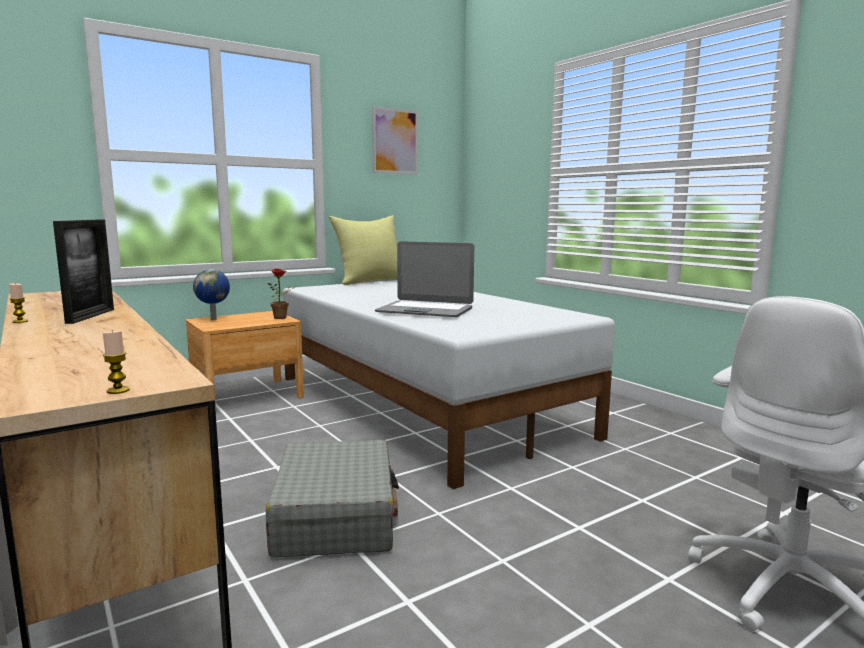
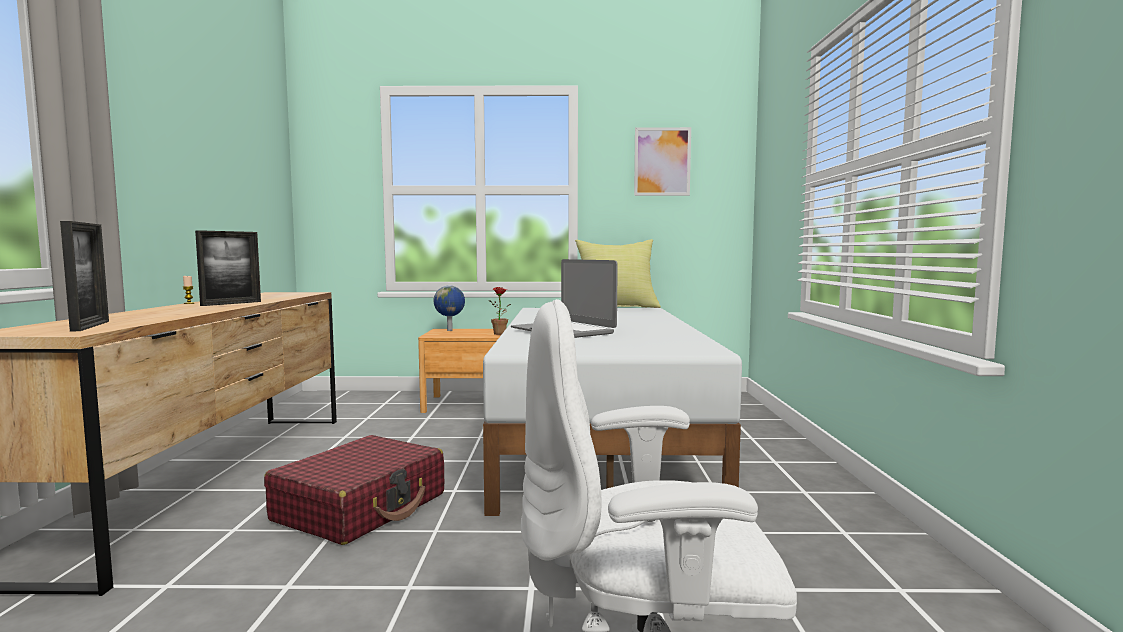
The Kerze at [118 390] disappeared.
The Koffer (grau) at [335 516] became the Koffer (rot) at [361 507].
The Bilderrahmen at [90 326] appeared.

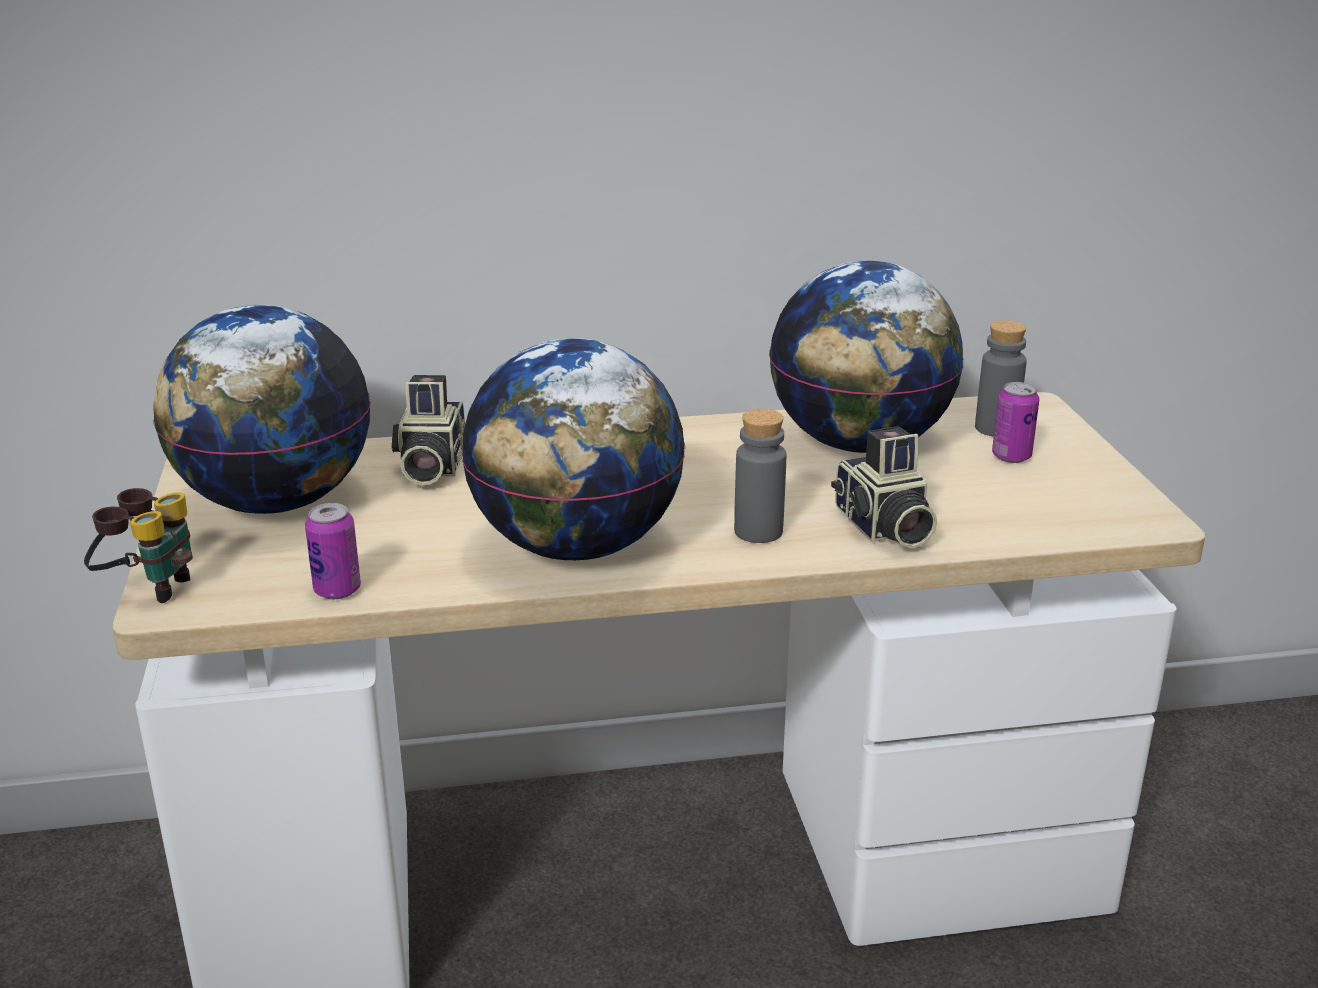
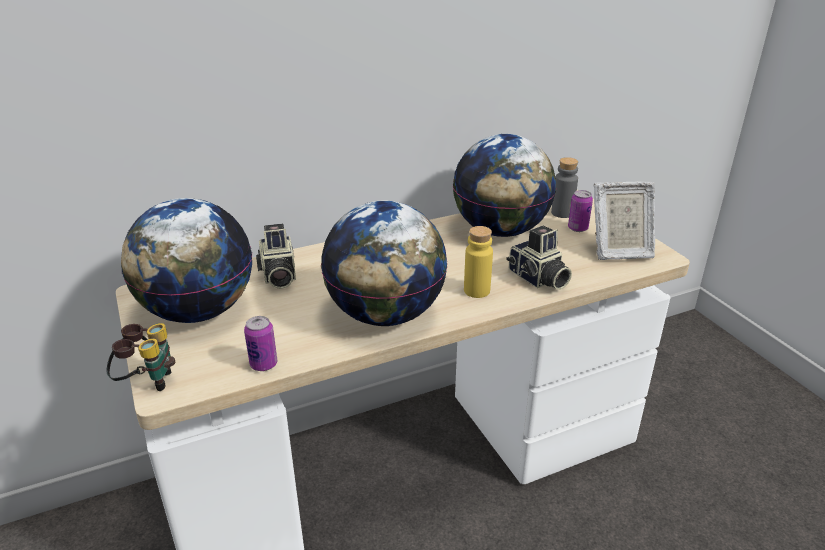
The Flasche (grau) at [758 531] became the Flasche (gelb) at [476 290].
The Bilderrahmen at [618 251] appeared.

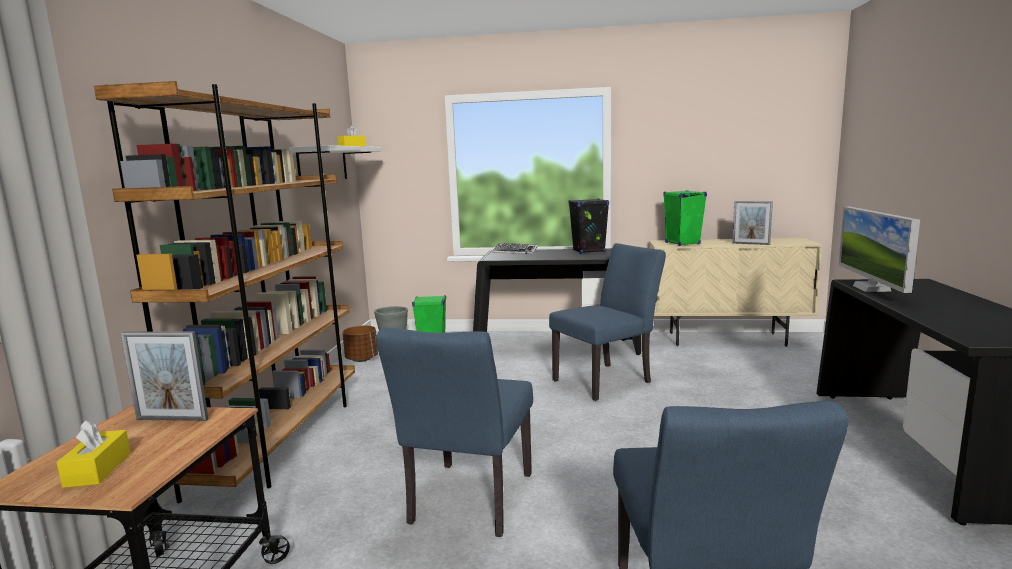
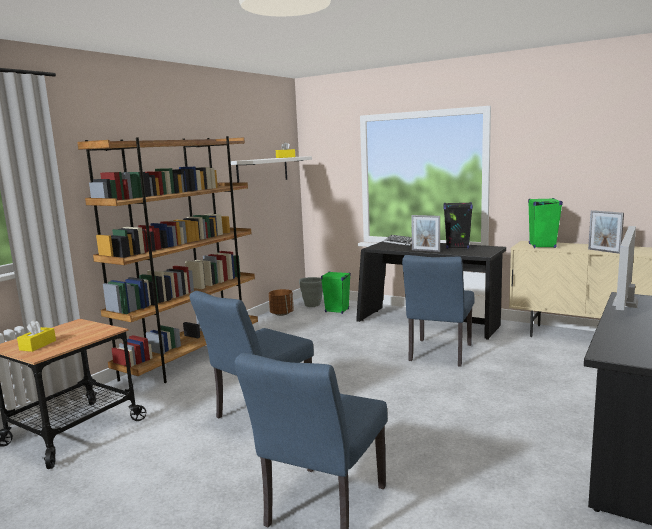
The Stuhl (blau) at [607 380] turned 120 degrees clockwise.
The Bilderrahmen moved from [172 419] to [425 250].

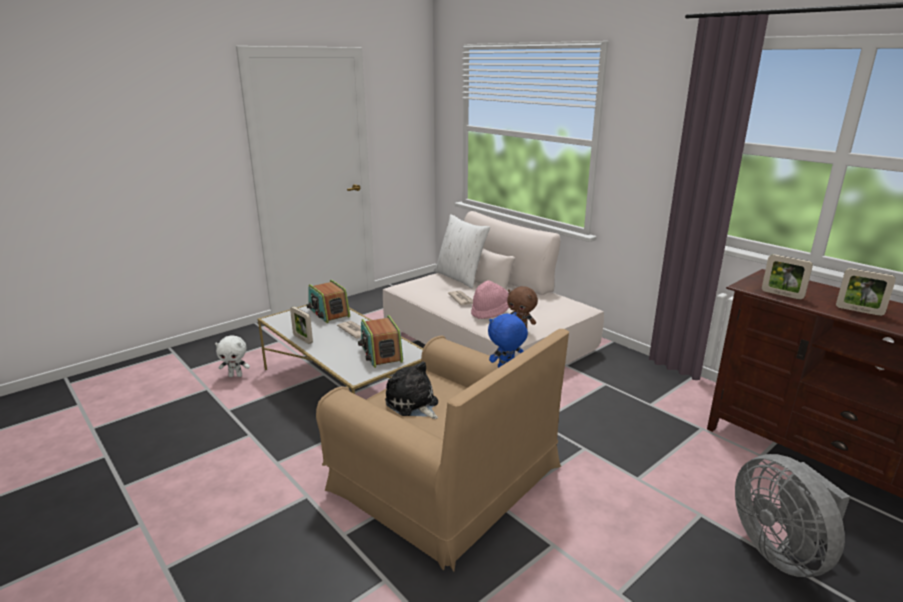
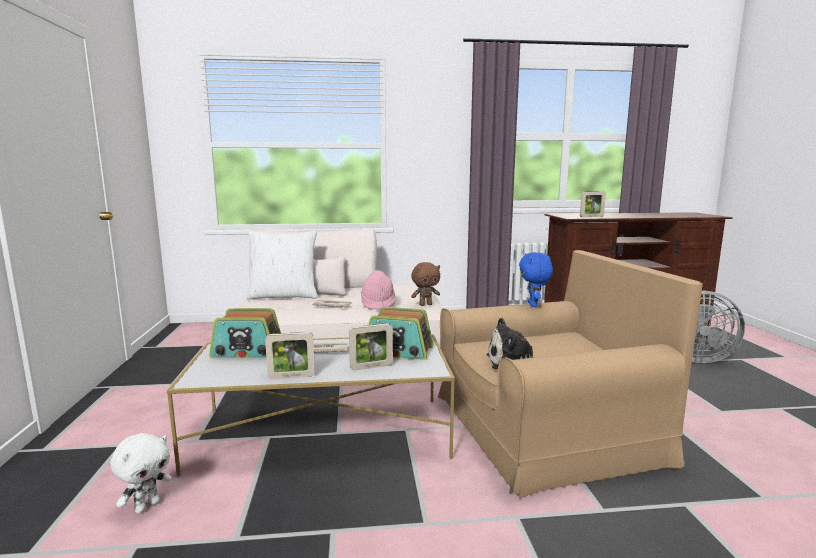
The Bilderrahmen moved from [859 311] to [371 367].

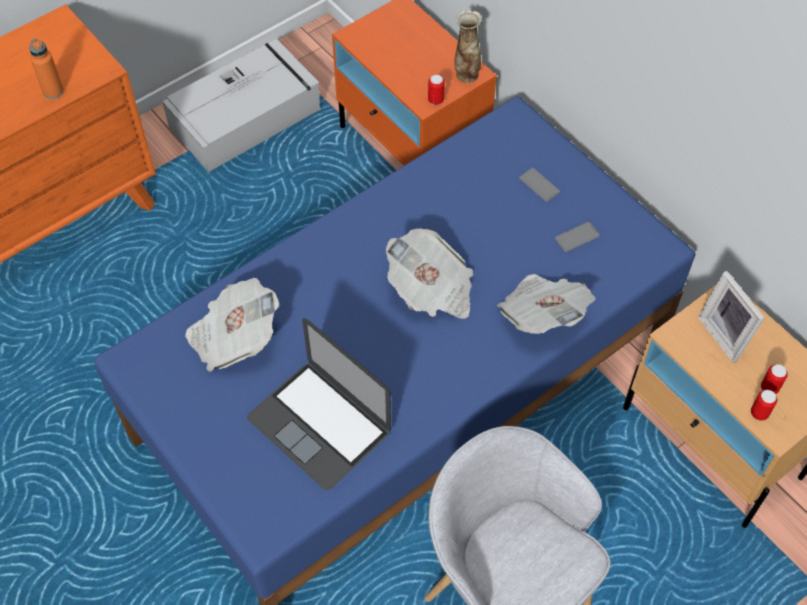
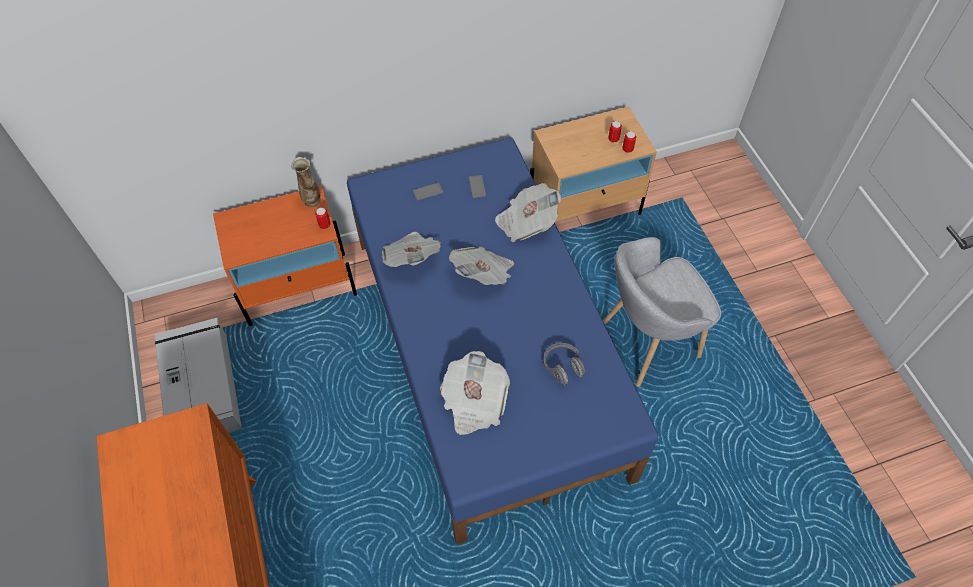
The Flasche (orange) at [53 91] disappeared.
The Bilderrahmen at [726 334] disappeared.
The Laptop at [319 424] was replaced by the Kopfhörer (grau) at [563 368].
The Zeitung at [412 258] appeared.

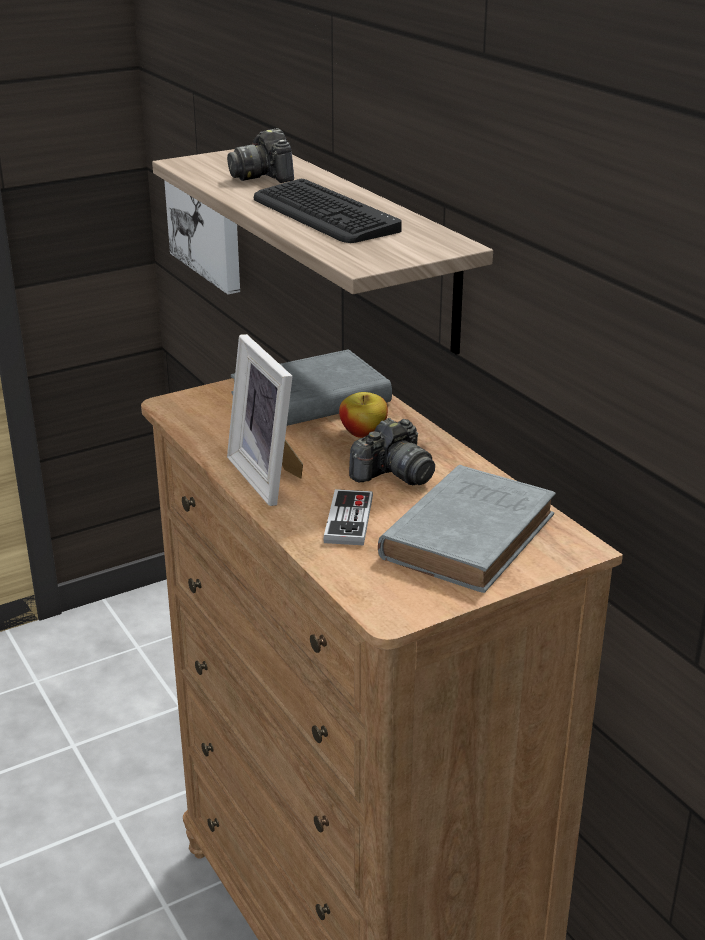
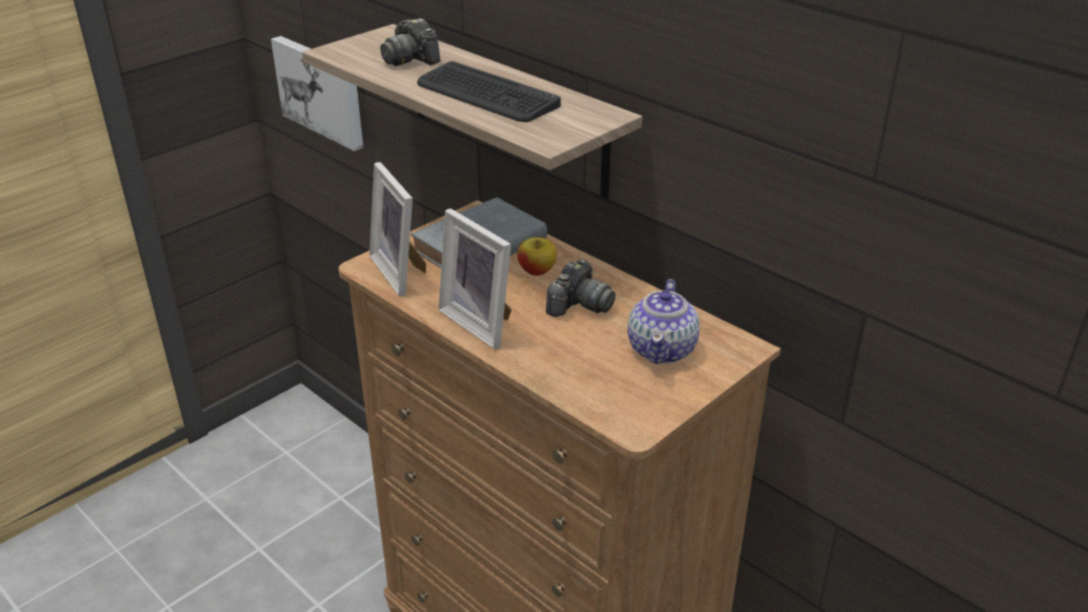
The Buch (grau) at [470 534] was replaced by the Teekanne at [662 349].
The Gamepad at [349 520] disappeared.
The Bilderrahmen at [402 271] appeared.

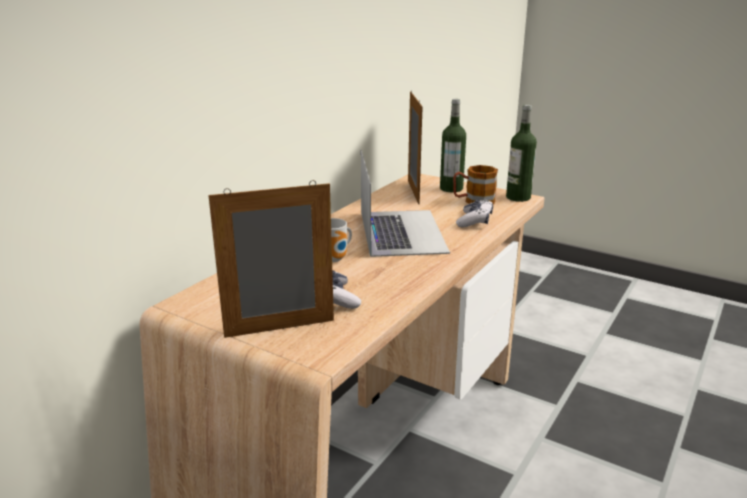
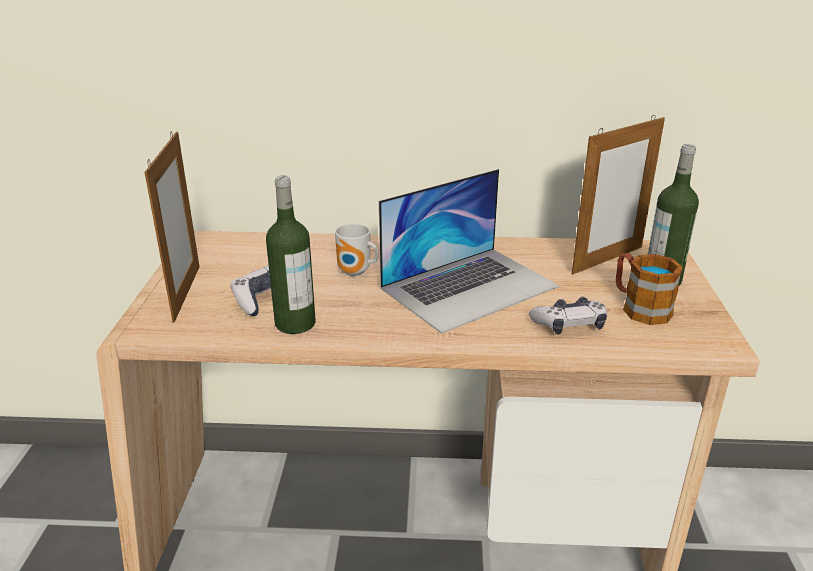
The Flasche moved from [518 197] to [295 323].
The Bilderrahmen at [280 328] turned 45 degrees clockwise.

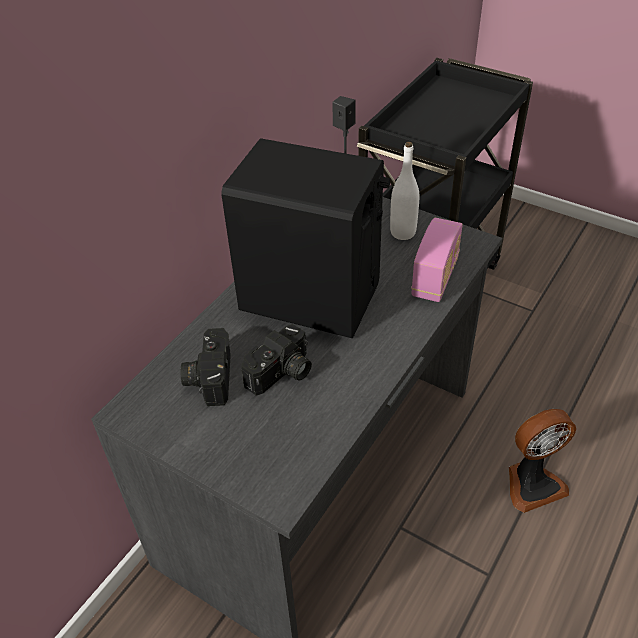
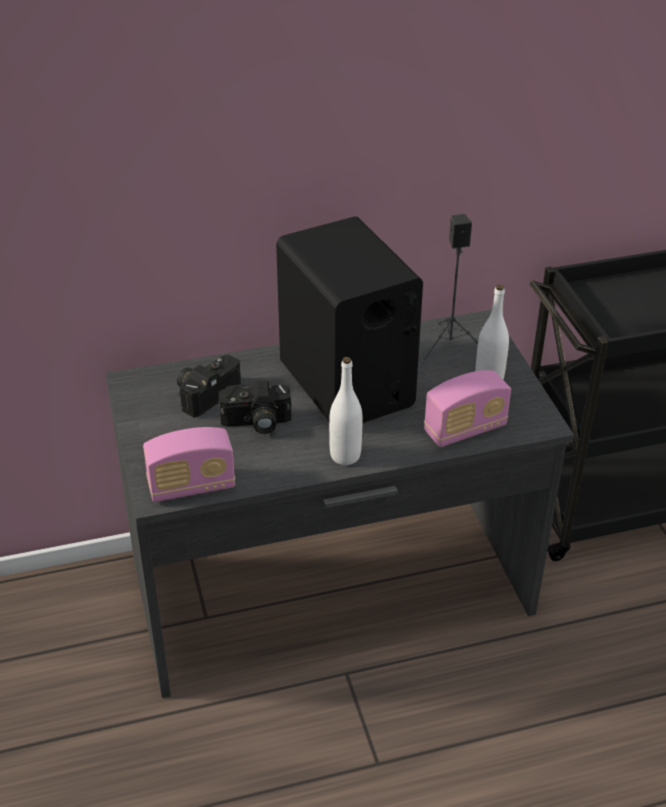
The Ventilator at [532 483] disappeared.
The Flasche (weiß) at [345 456] appeared.
The Radio at [191 486] appeared.

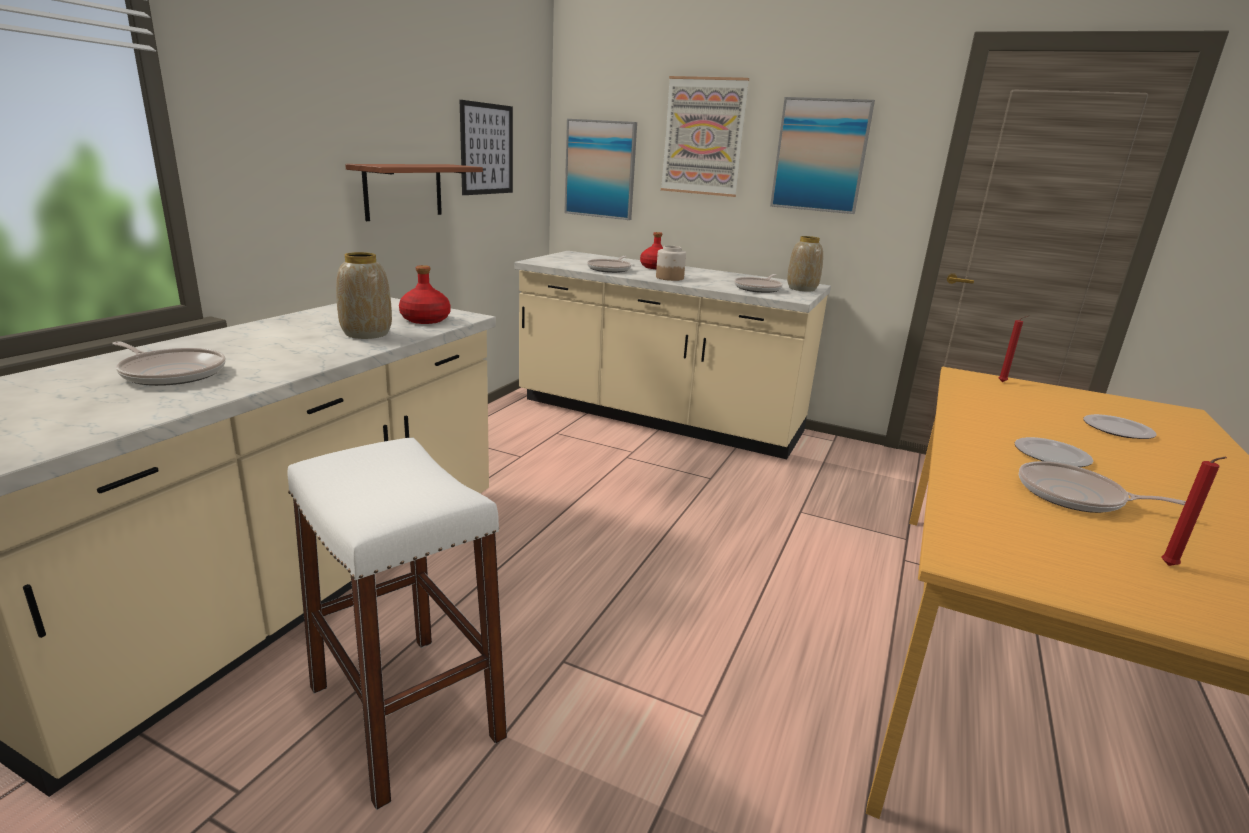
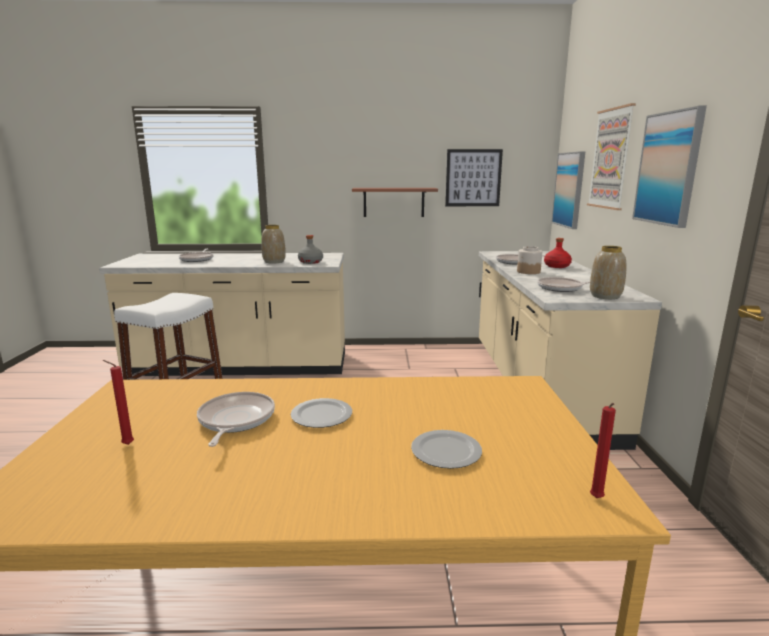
The Flasche (rot) at [425 320] became the Flasche (grau) at [310 262].
The Kerze (rot) moved from [1003 382] to [596 499].

